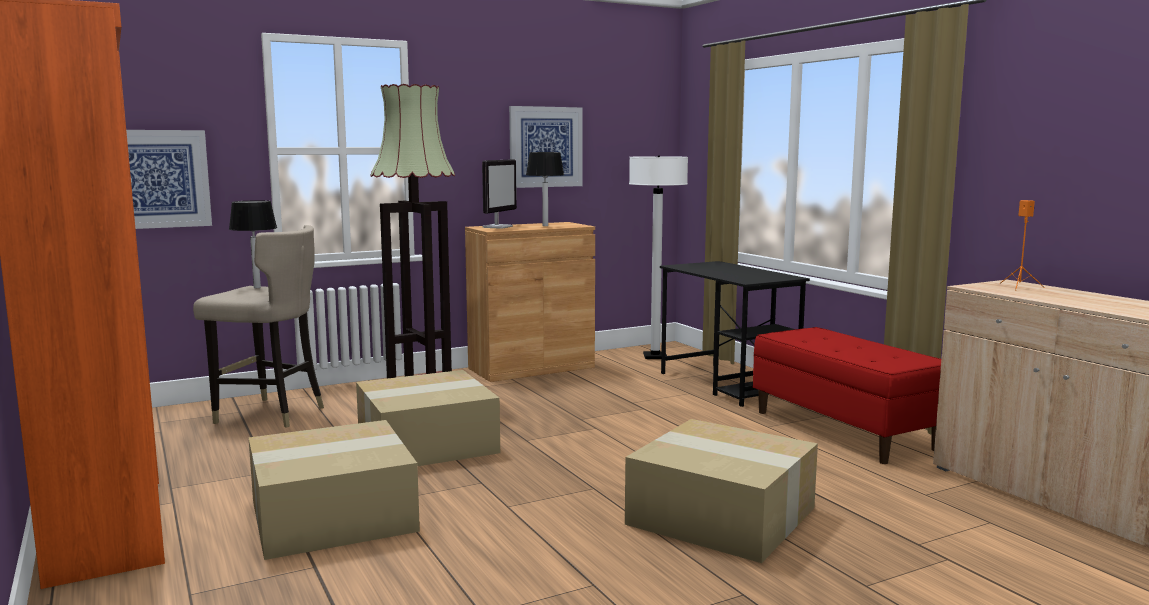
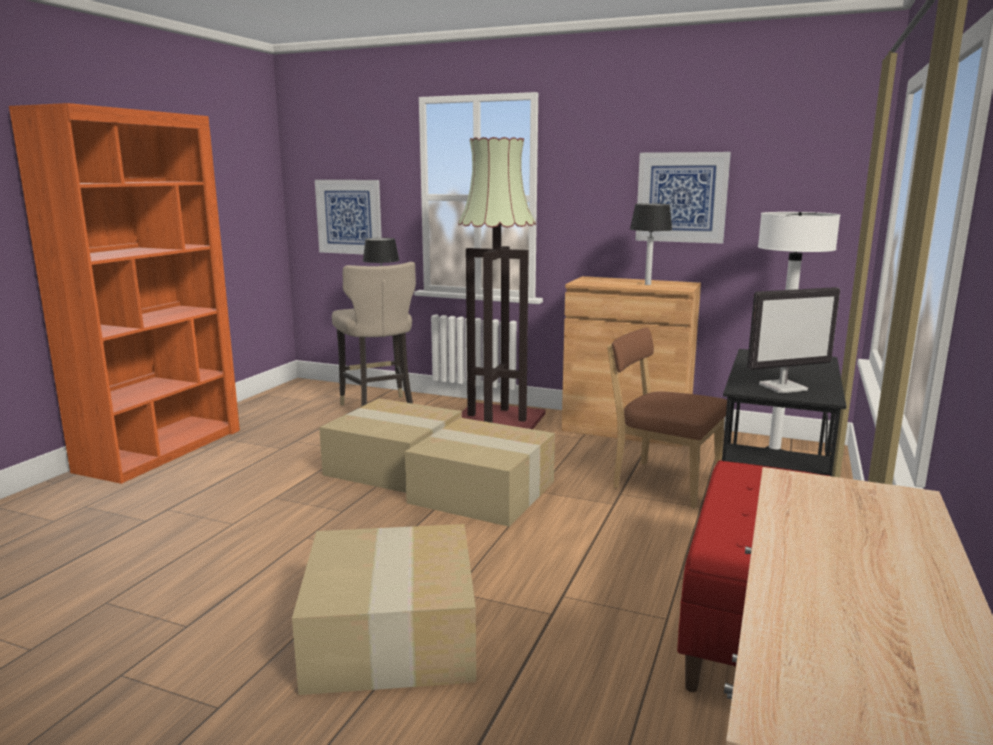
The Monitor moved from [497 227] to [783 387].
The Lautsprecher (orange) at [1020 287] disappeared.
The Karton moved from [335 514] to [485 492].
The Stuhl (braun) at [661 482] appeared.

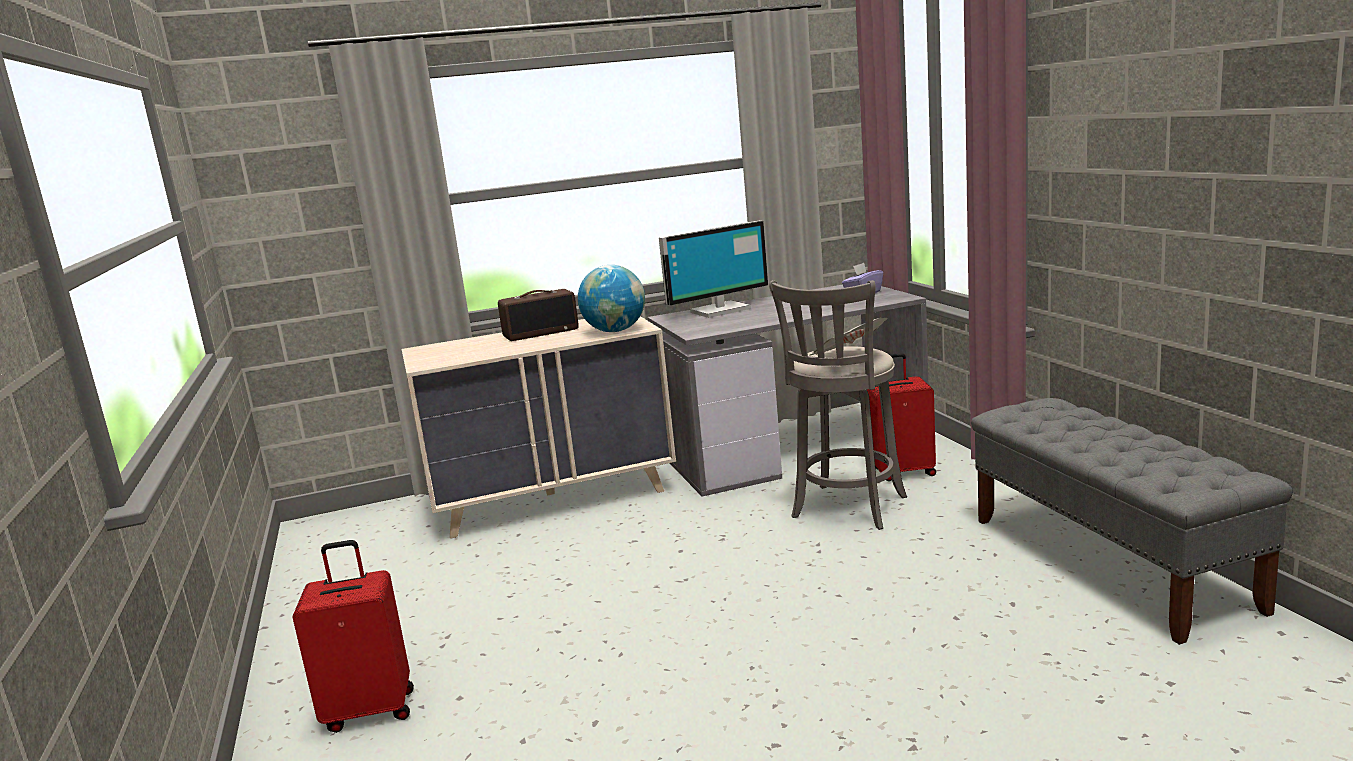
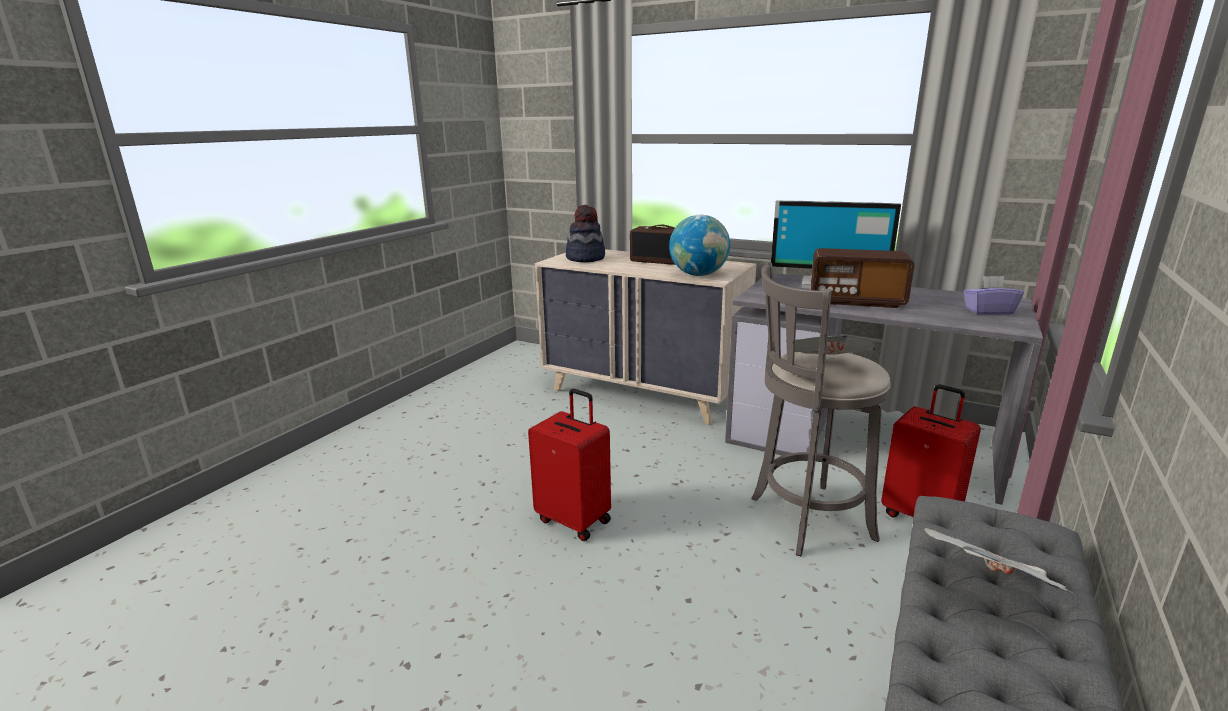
The Koffer (rot) moved from [370 710] to [575 520].
The Hut at [585 258] appeared.
The Radio at [856 301] appeared.
The Zeitung at [992 588] appeared.

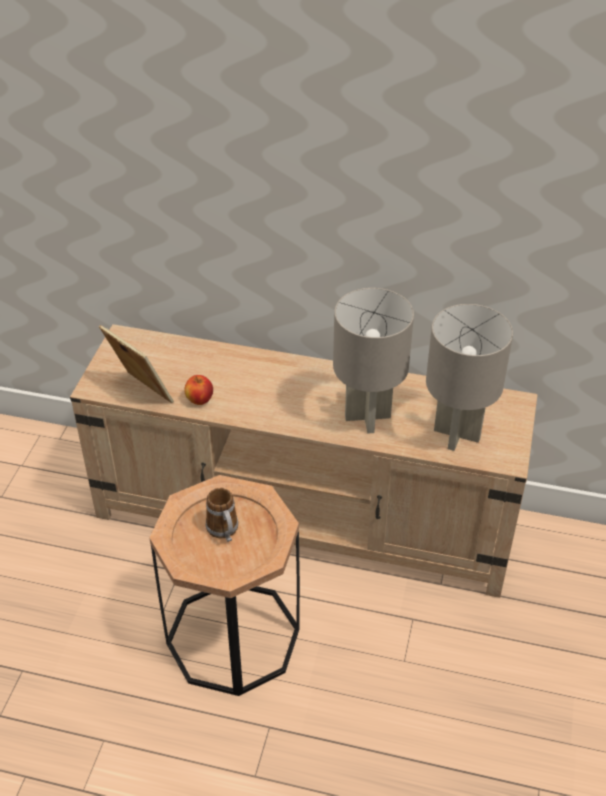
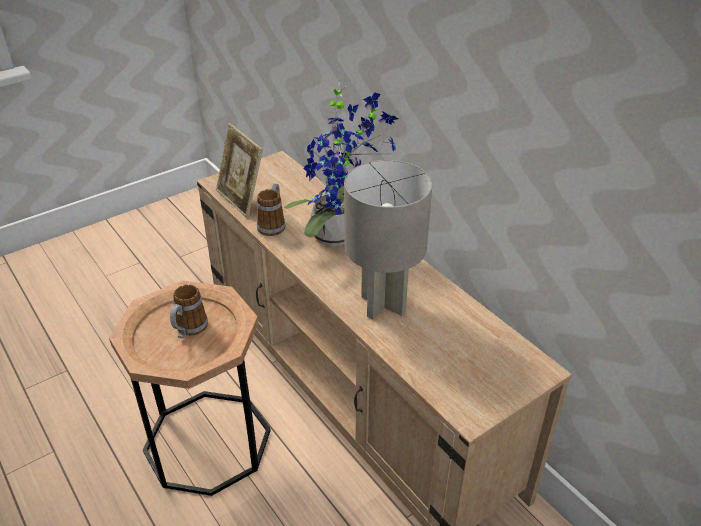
The Tischlampe (grau) at [457 434] disappeared.
The Bilderrahmen at [140 392] turned 150 degrees clockwise.
The Apfel at [199 400] was replaced by the Henkelbecher at [273 224].
The Topfpflanze at [340 235] appeared.

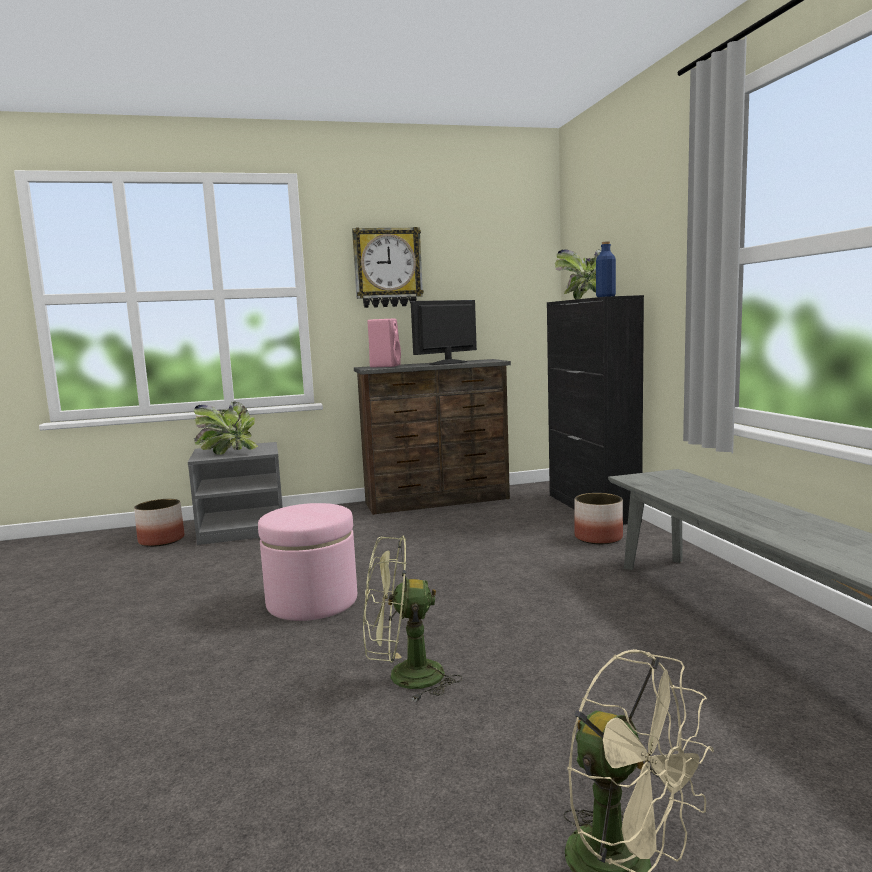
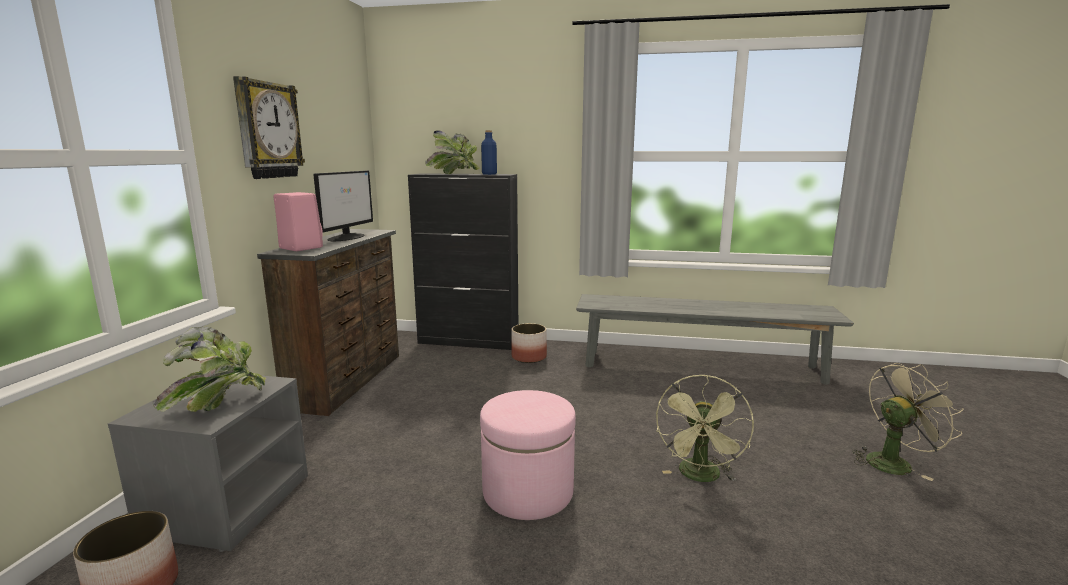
The Monitor at [447 363] turned 150 degrees counterclockwise.

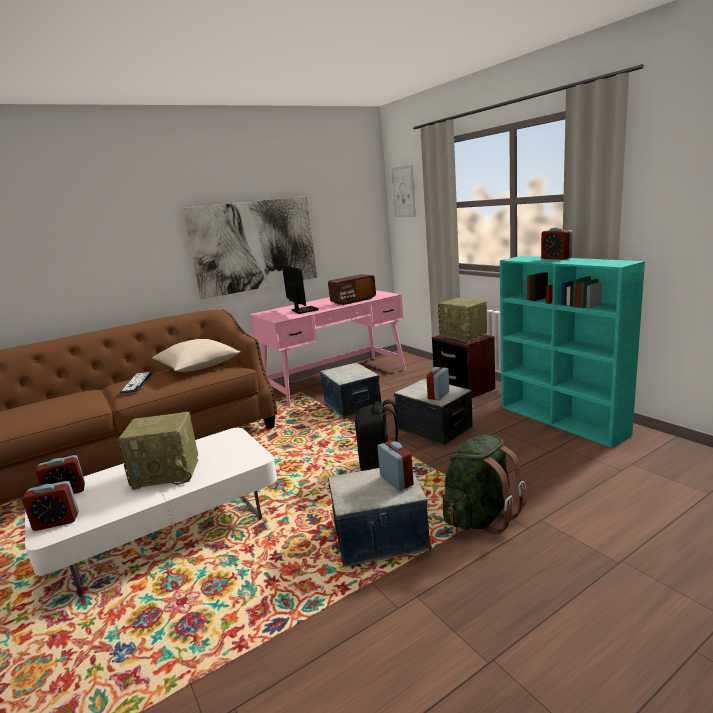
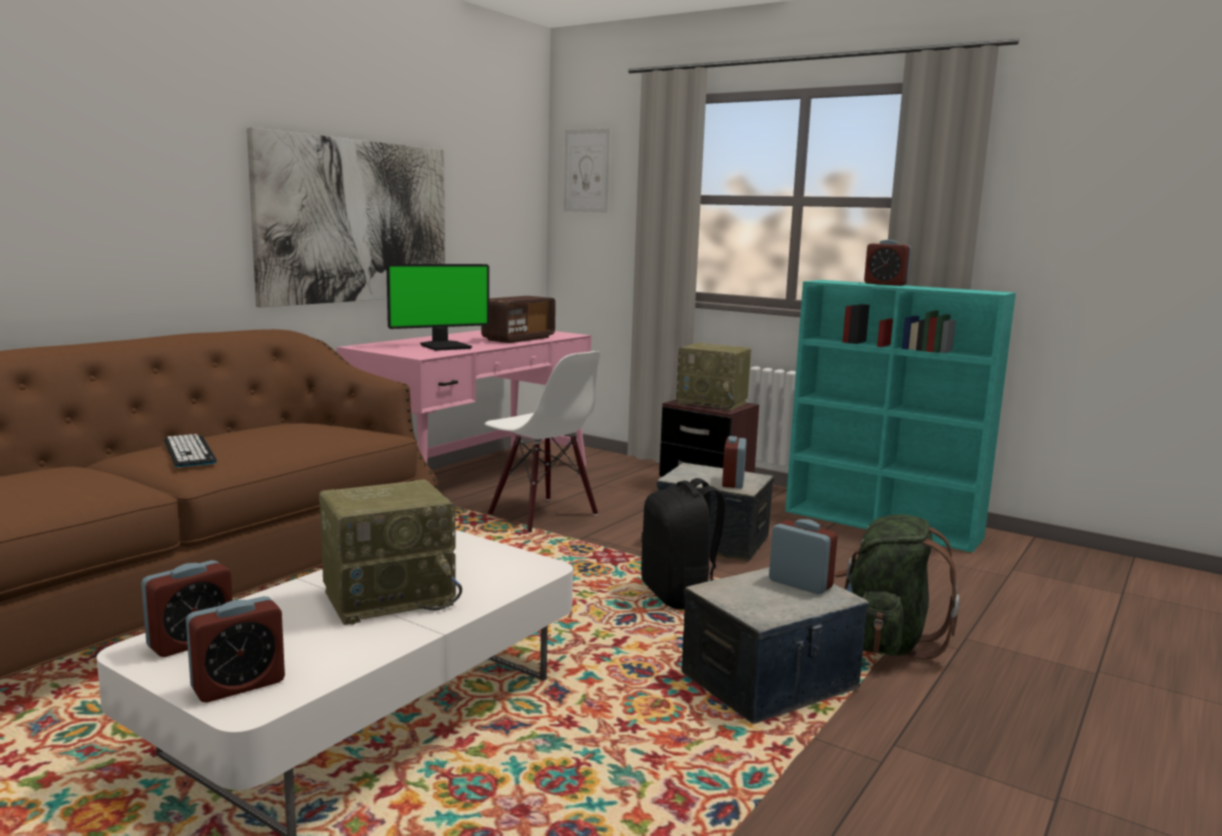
The Monitor at [303 310] turned 105 degrees clockwise.
The Kissen (beige) at [198 367] disappeared.
The Aufbewahrungsbox at [351 406] was replaced by the Stuhl (weiß) at [542 515].

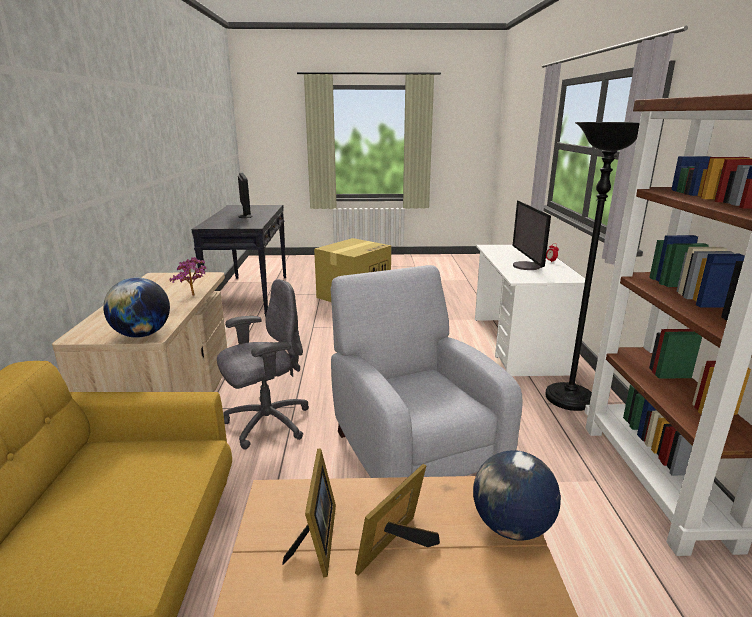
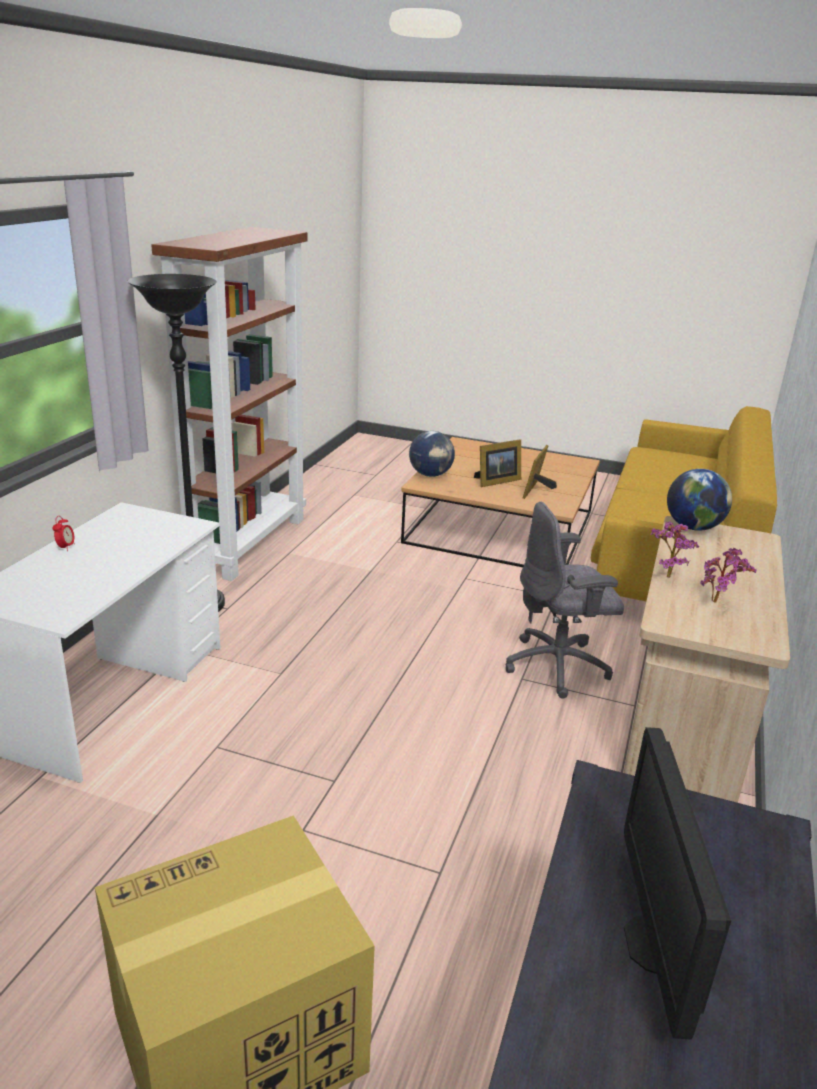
The Monitor at [527 266] disappeared.
The Sessel (grau) at [411 452] disappeared.
The Topfpflanze at [718 603] appeared.

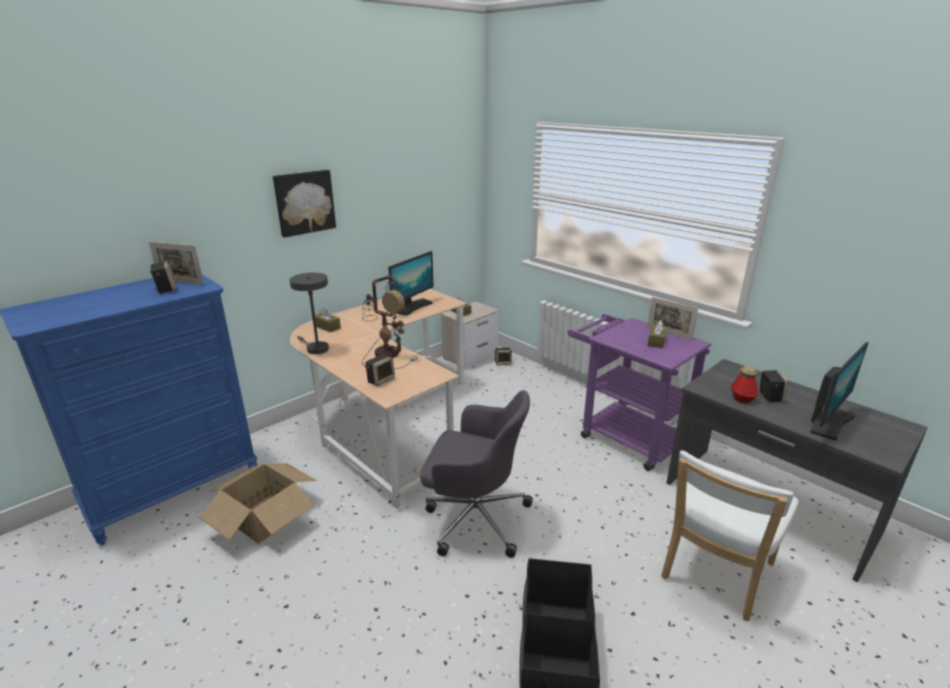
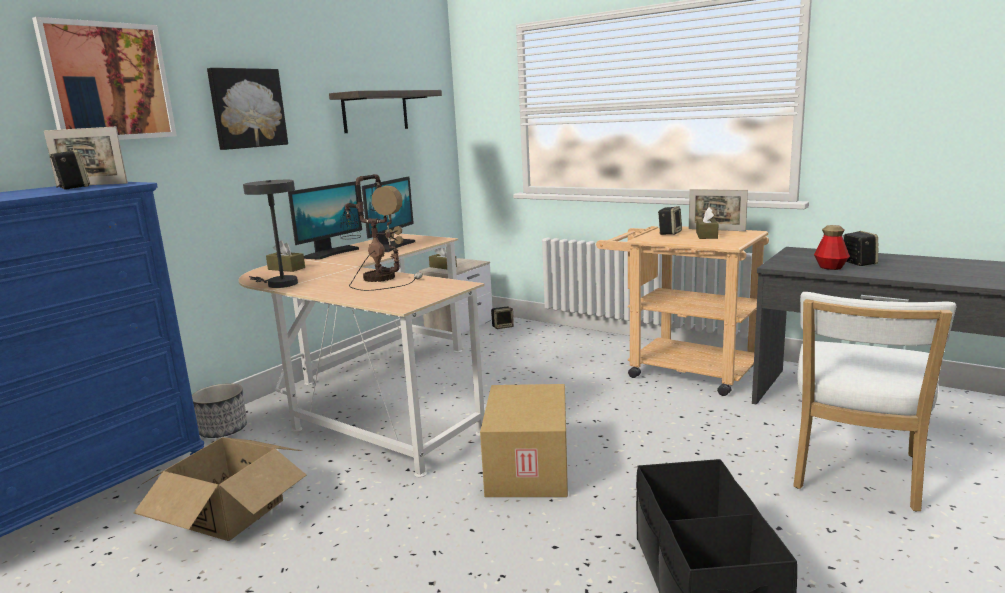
The Rollwagen (lila) at [625 435] became the Rollwagen (beige) at [680 369].
The Monitor moved from [829 423] to [331 253].
The Lautsprecher moved from [381 380] to [669 233].
The Bürostuhl (grau) at [474 517] was replaced by the Karton at [530 468].
The Bild at [108 82] appeared.
The Wandregal at [375 111] appeared.
The Pflanzkübel at [223 430] appeared.

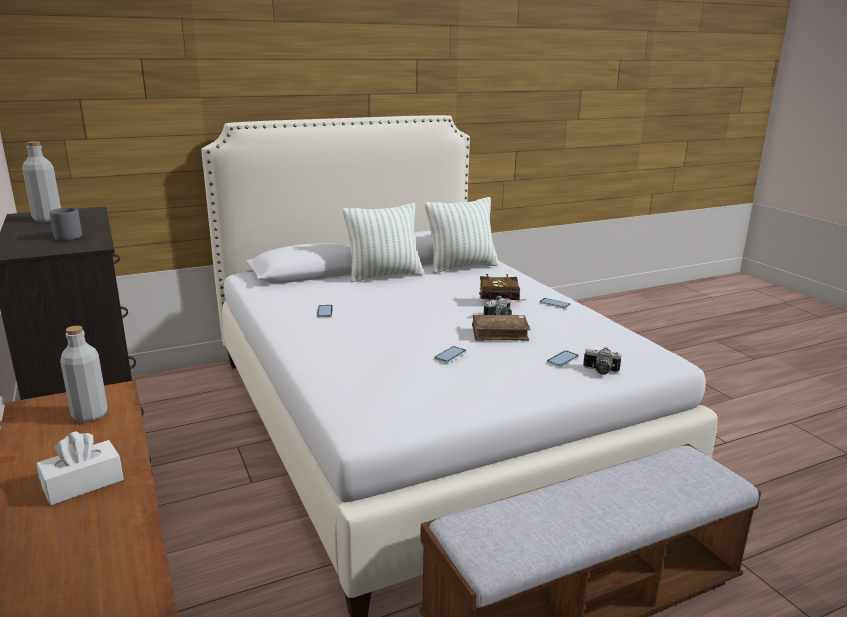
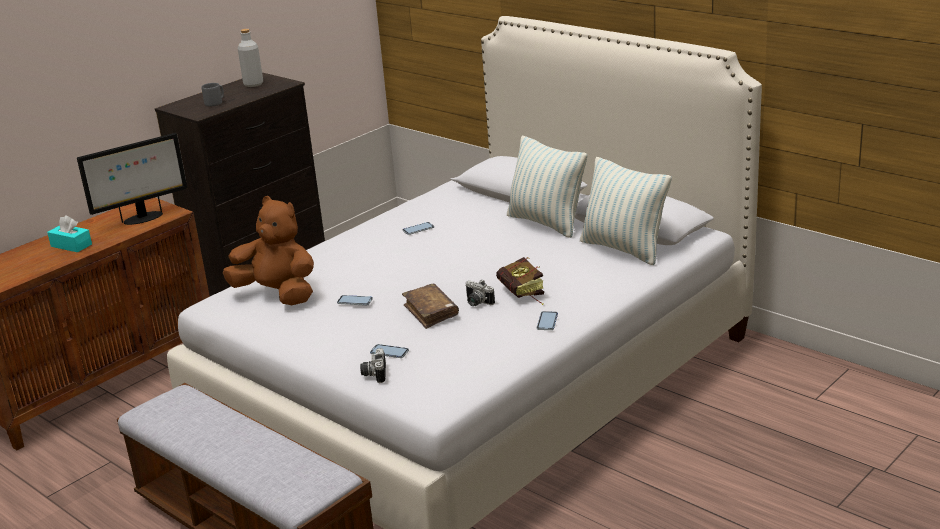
The Flasche (grau) at [90 415] was replaced by the Monitor at [142 218].
The Taschentuchbox (weiß) at [83 484] became the Taschentuchbox (türkis) at [71 245].
The Plüschtier (braun) at [278 294] appeared.

